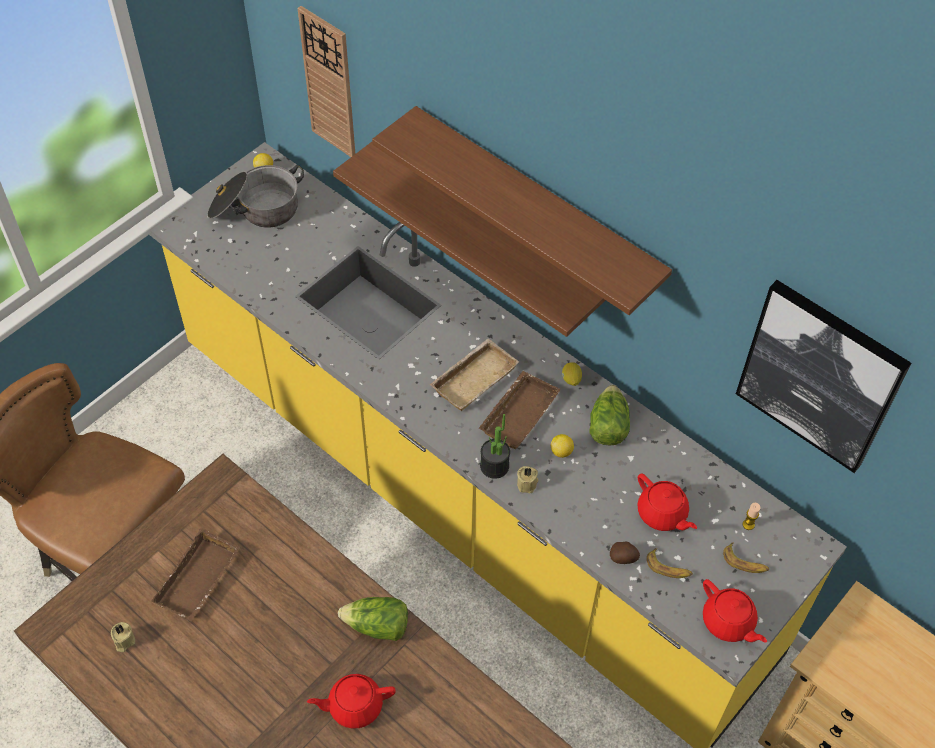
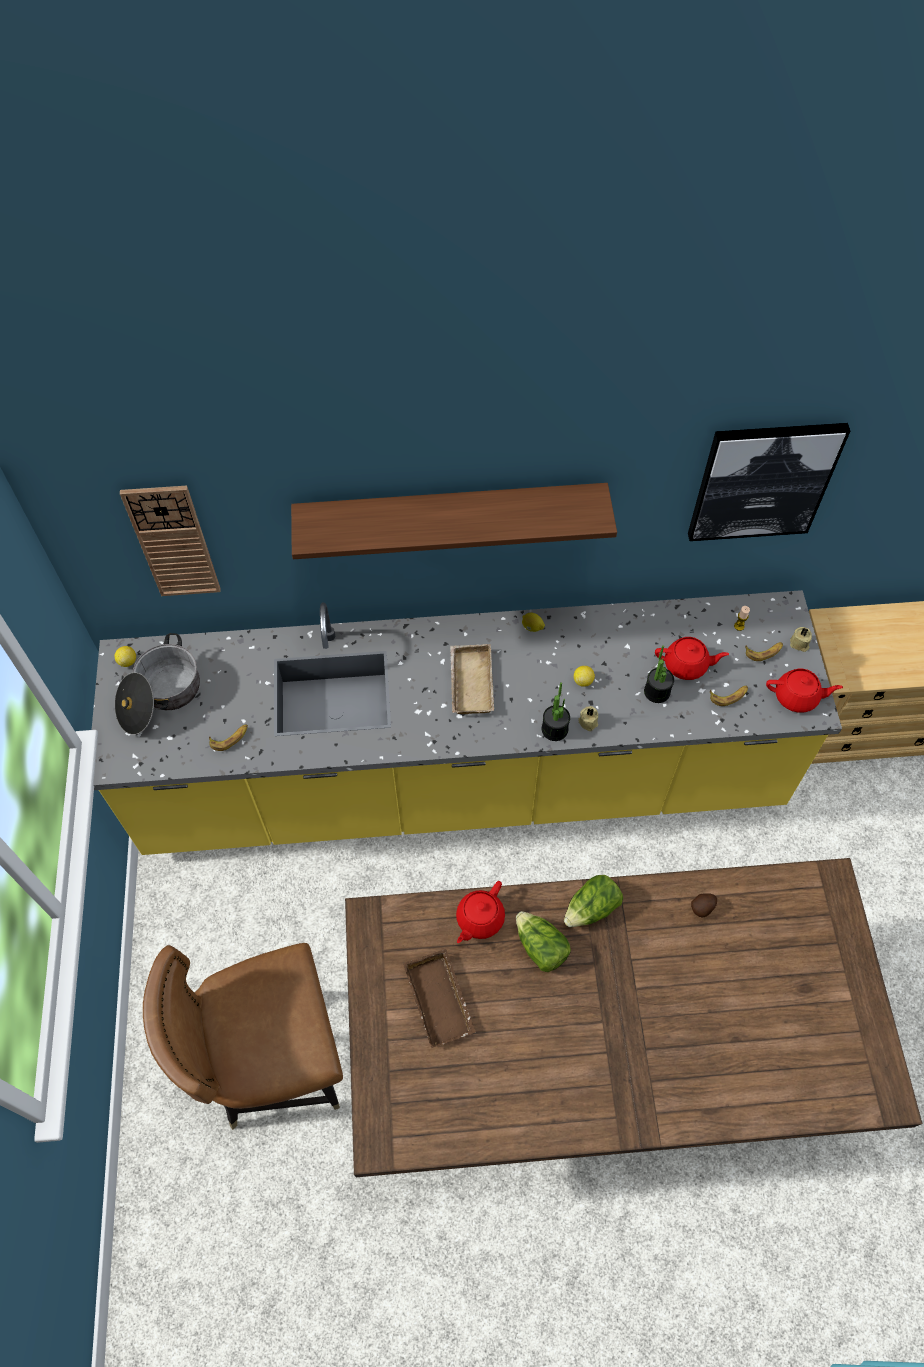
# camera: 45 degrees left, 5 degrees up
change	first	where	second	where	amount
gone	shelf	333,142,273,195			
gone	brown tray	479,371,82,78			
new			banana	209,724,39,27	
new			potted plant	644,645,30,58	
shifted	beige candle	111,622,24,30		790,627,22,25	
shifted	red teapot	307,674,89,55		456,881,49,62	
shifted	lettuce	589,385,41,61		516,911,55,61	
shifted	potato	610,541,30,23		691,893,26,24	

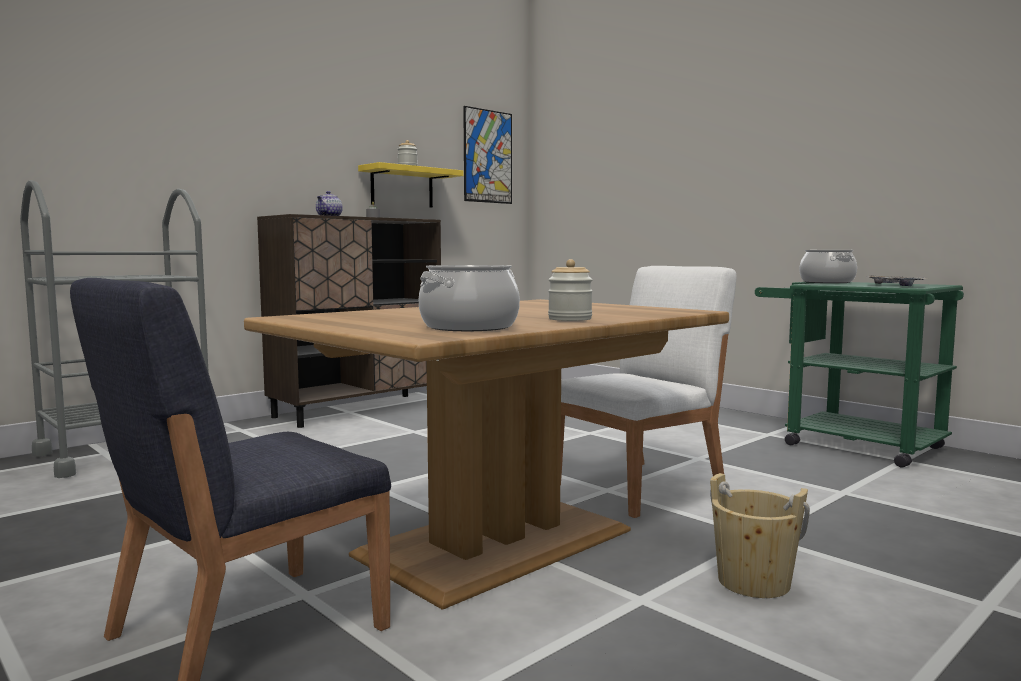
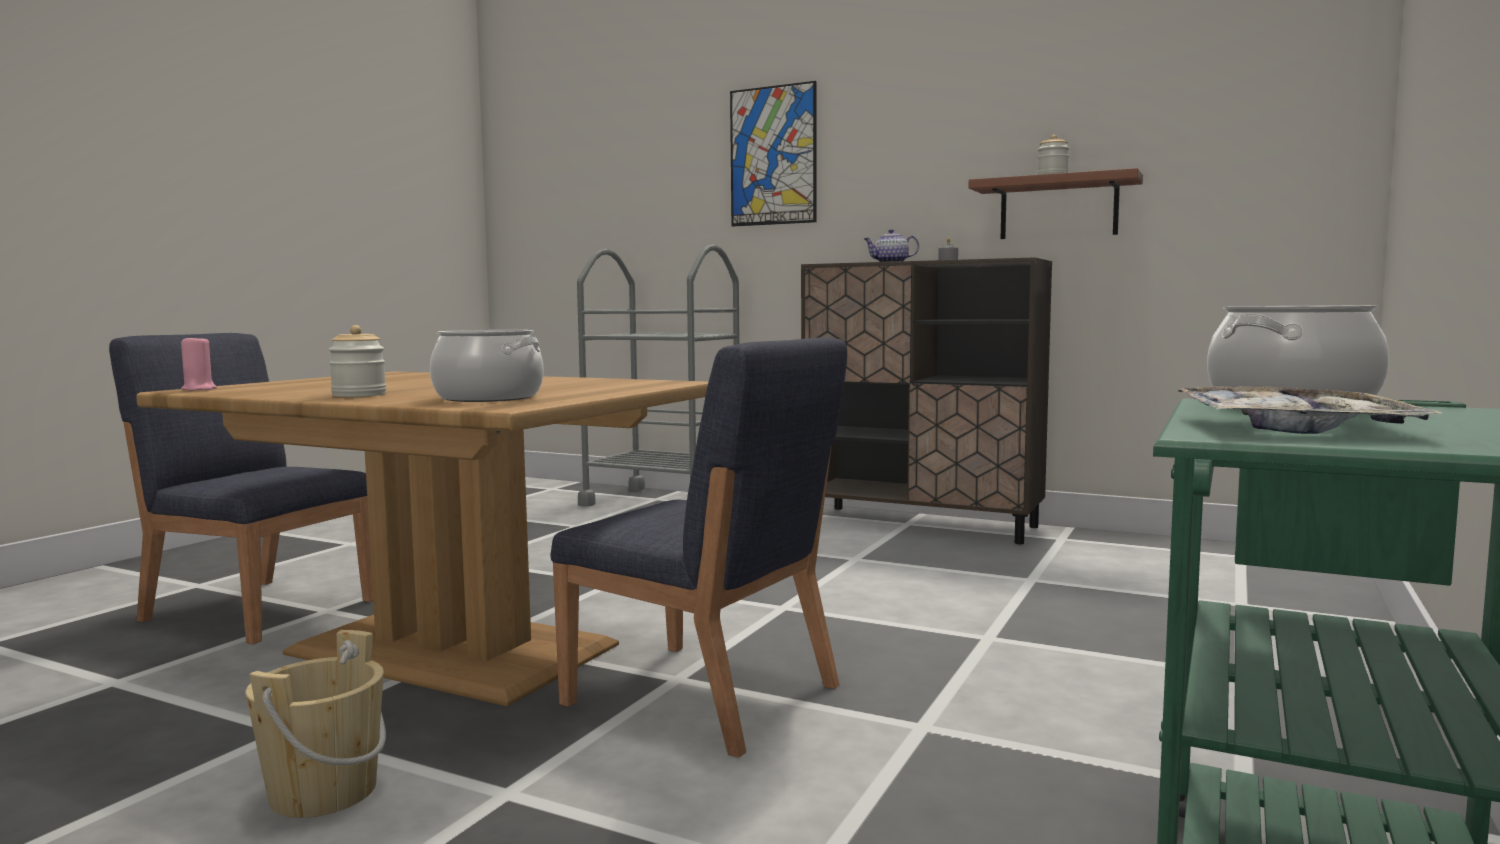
# camera: 70 degrees right, 0 degrees up
change	first	where	second	where	amount
new			pink candle	181,335,36,56	
shifted	cooking pot	419,265,101,66		430,330,114,72	
shifted	picture	463,106,49,98		730,81,86,146	
repainted	yellow shelf	358,162,106,46	brown shelf	969,168,174,71	
repainted	white chair	560,266,176,252	blue chair	550,337,297,421	

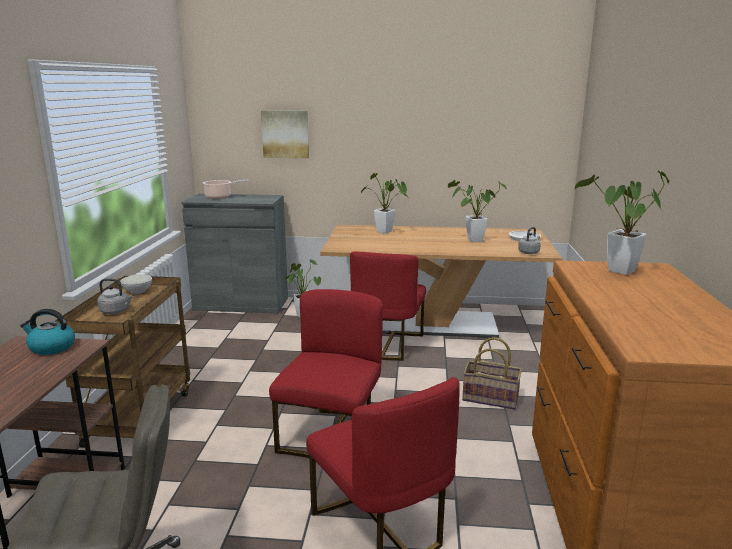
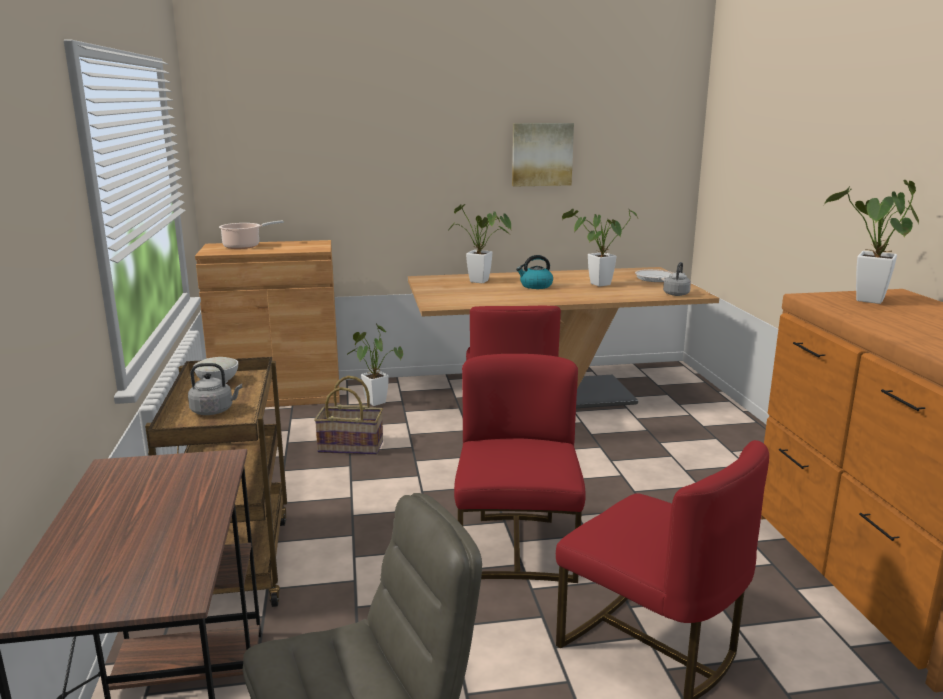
# camera: 15 degrees left, 0 degrees up
change	first	where	second	where	amount
shifted	kettle	20,309,55,46		516,255,37,34	
shifted	picture	261,110,48,48		512,123,62,64	
shifted	basket	462,337,60,73		314,376,69,79	
repainted	grey cabinet	182,194,106,119	brown cabinet	195,240,145,167	

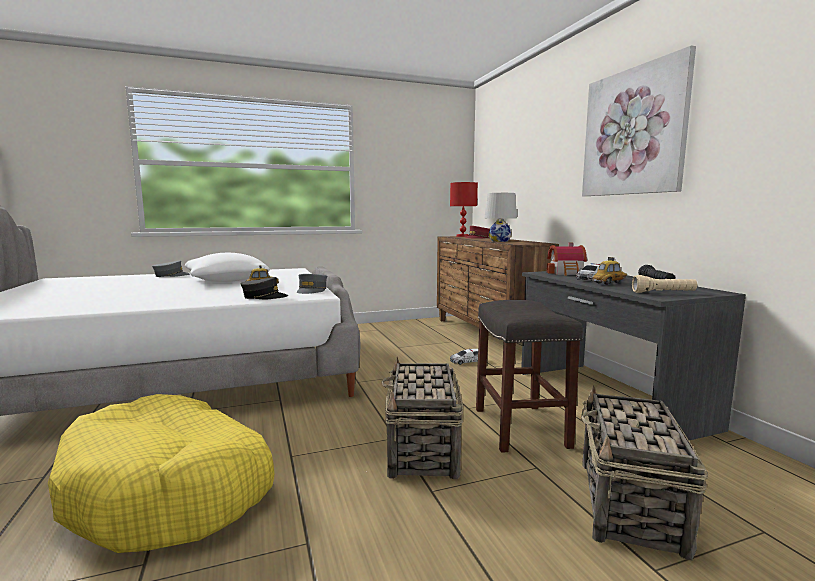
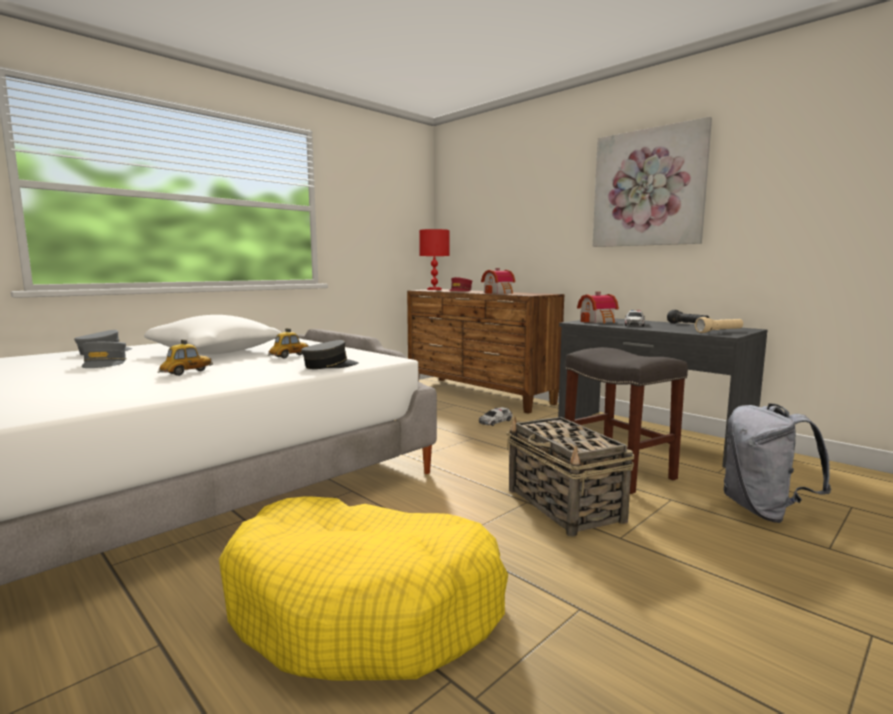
# camera: 25 degrees left, 0 degrees up
change	first	where	second	where	amount
shifted	grey cap	297,274,30,20		81,342,46,26	
shifted	toy car	591,257,36,28		158,339,55,37	
swapped	white table lamp	484,193,33,49	toy house	481,268,34,26	
swapped	basket	581,386,127,174	grey backpack	723,404,108,119	

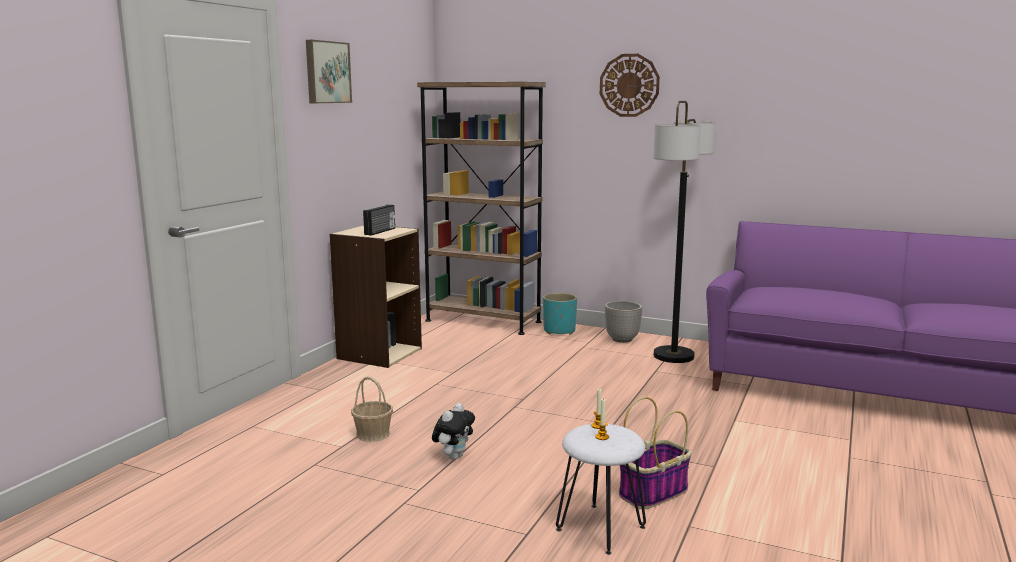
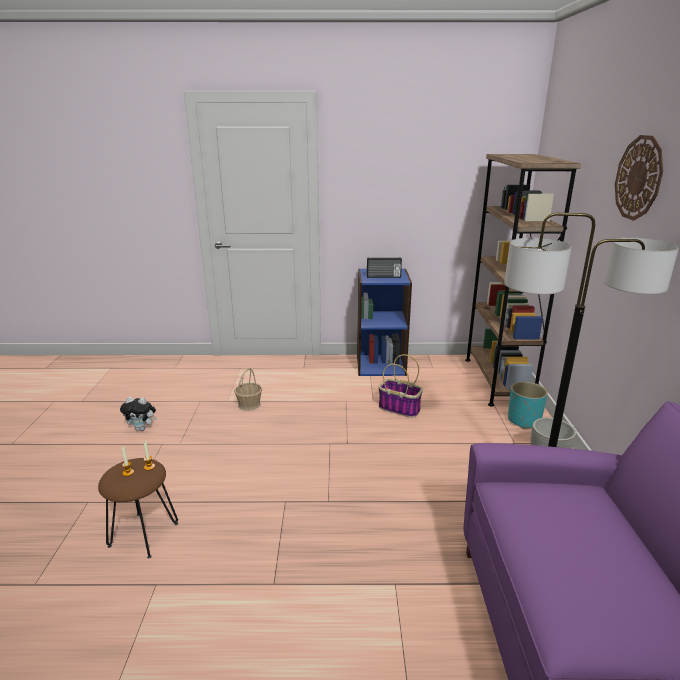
# camera: 65 degrees right, 10 degrees up
change	first	where	second	where	amount
gone	picture	306,40,46,63			
shifted	plush toy	432,403,43,57		120,397,37,34	
shifted	basket	619,397,73,112		378,354,45,64	
repainted	beige bookcase	330,225,92,143	blue bookcase	357,269,55,107	
repainted	white stool	556,424,90,131	brown stool	98,458,80,100	

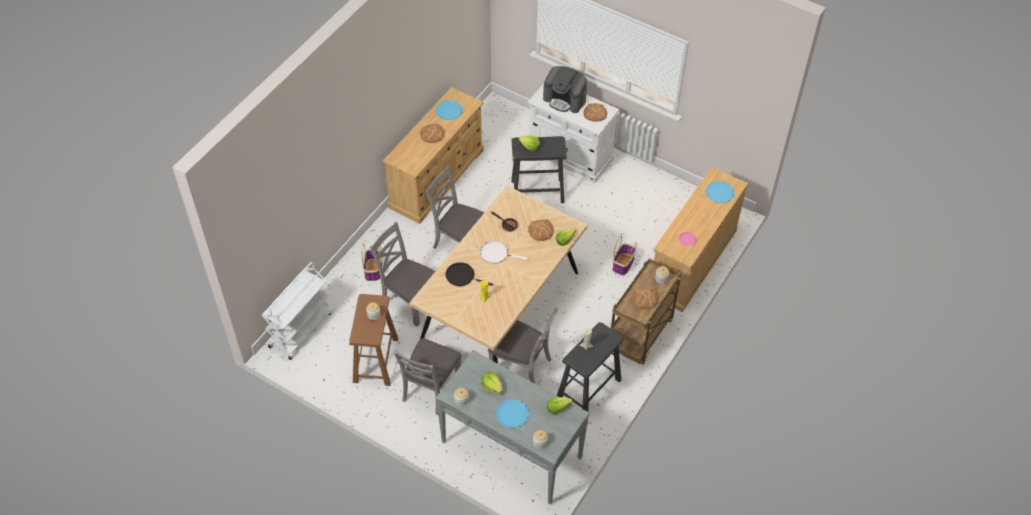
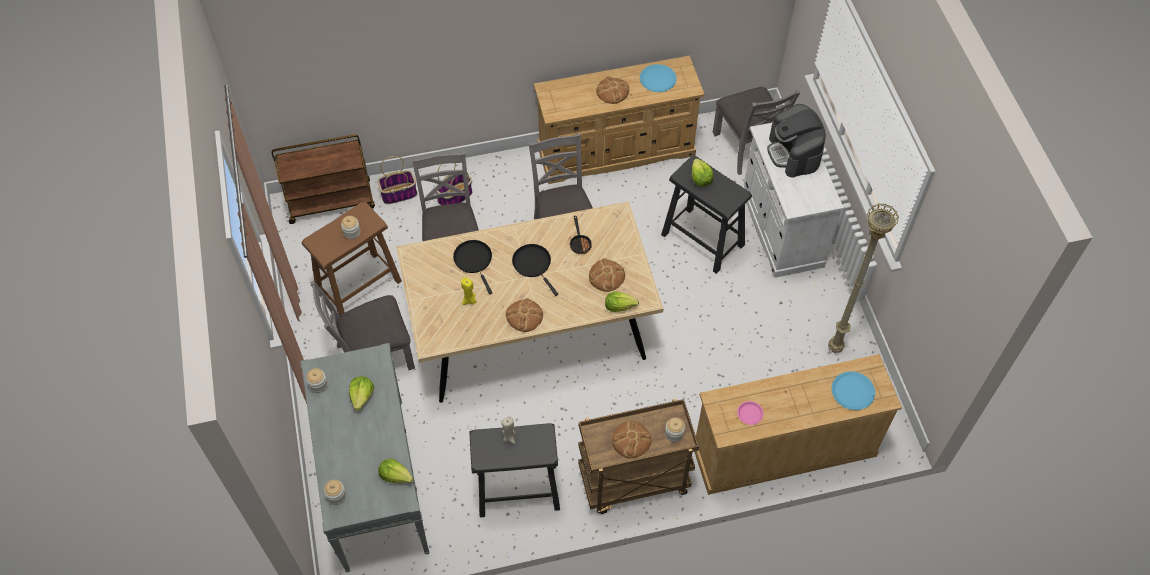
# camera: 45 degrees right, 5 degrees up
change	first	where	second	where	amount
gone	blue plate	496,399,33,29			
new			beige floor lamp	828,203,71,150	
shifted	grey chair	488,307,70,77		713,87,87,88	
shifted	bread	583,103,24,19		506,298,37,34	
shifted	basket	612,236,25,39		377,156,40,48	
repainted	white cart	261,262,72,98	brown cart	272,134,103,90	
repainted	white frying pan	480,241,48,23	black frying pan	512,244,46,52	

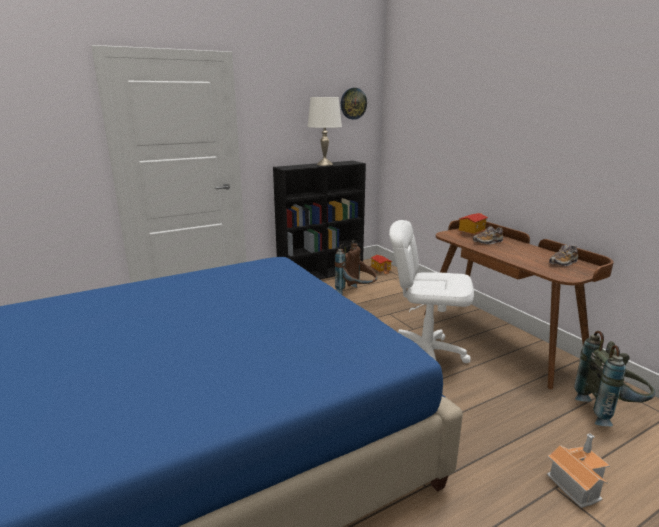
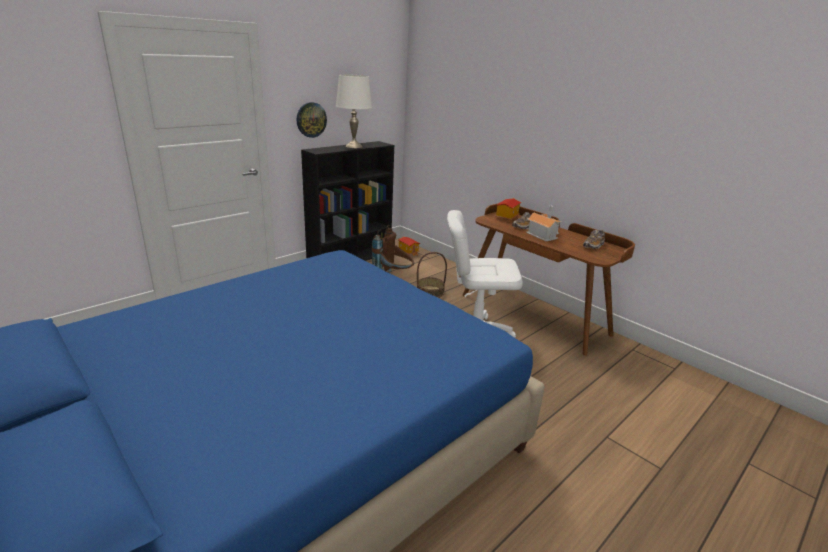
# camera: 15 degrees left, 5 degrees up
change	first	where	second	where	amount
gone	grey backpack	574,331,81,95			
new			basket	417,252,30,46	
shifted	wall clock	341,88,26,32		297,102,30,36	
shifted	toy house	547,433,63,75		526,206,36,35	

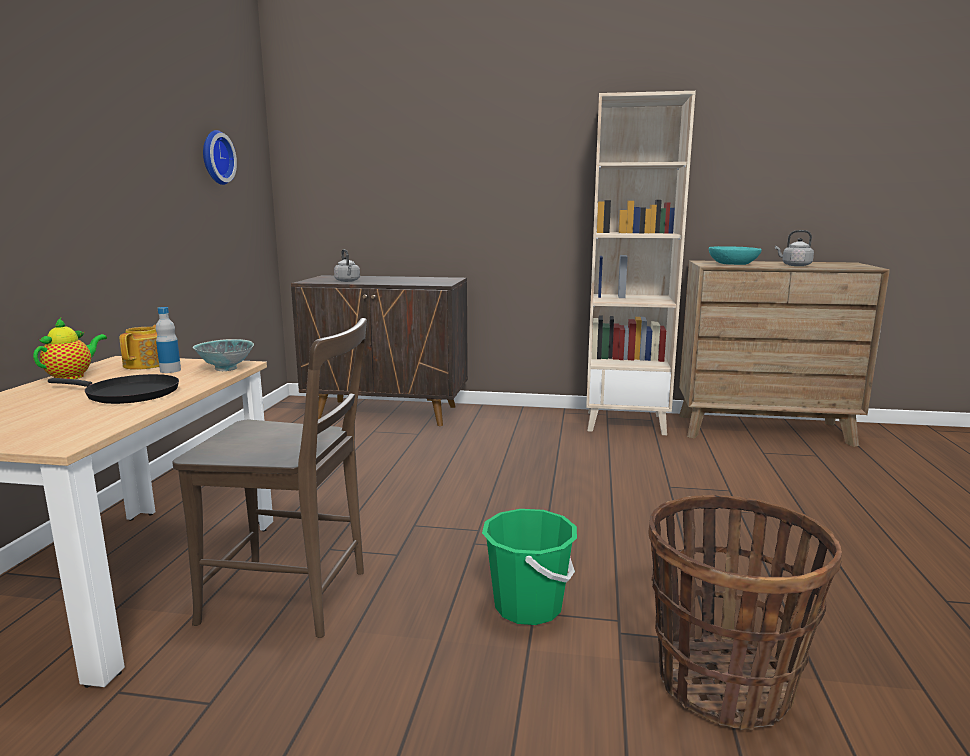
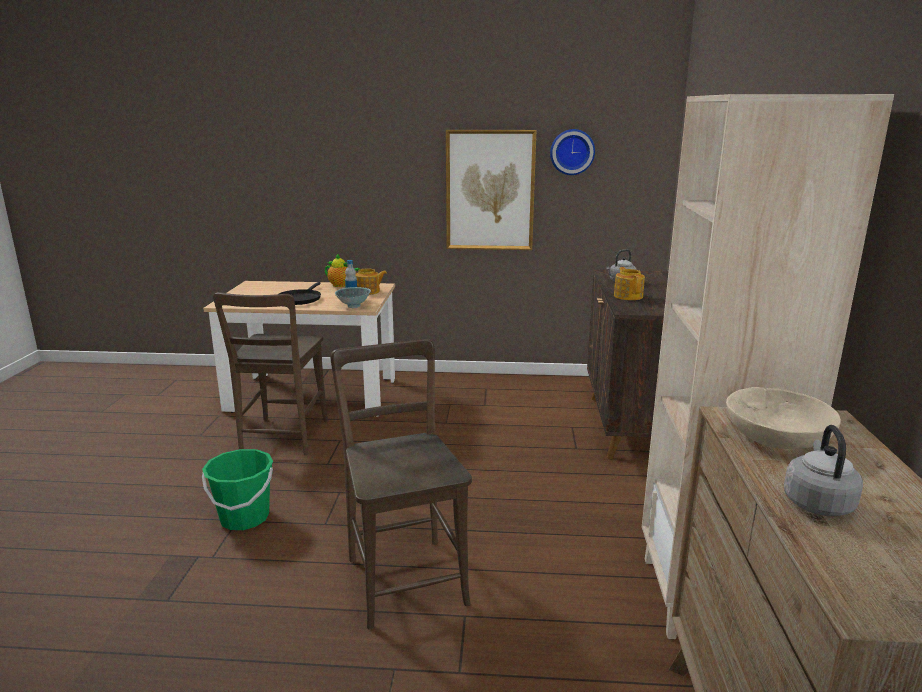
# camera: 85 degrees right, 5 degrees up
change	first	where	second	where	amount
gone	basket	648,495,194,235			
new			brown chair	331,339,141,291	
new			picture	446,130,91,120	
new			teapot	614,267,31,33	
repainted	turquoise bowl	709,246,53,19	beige bowl	726,387,115,62	

